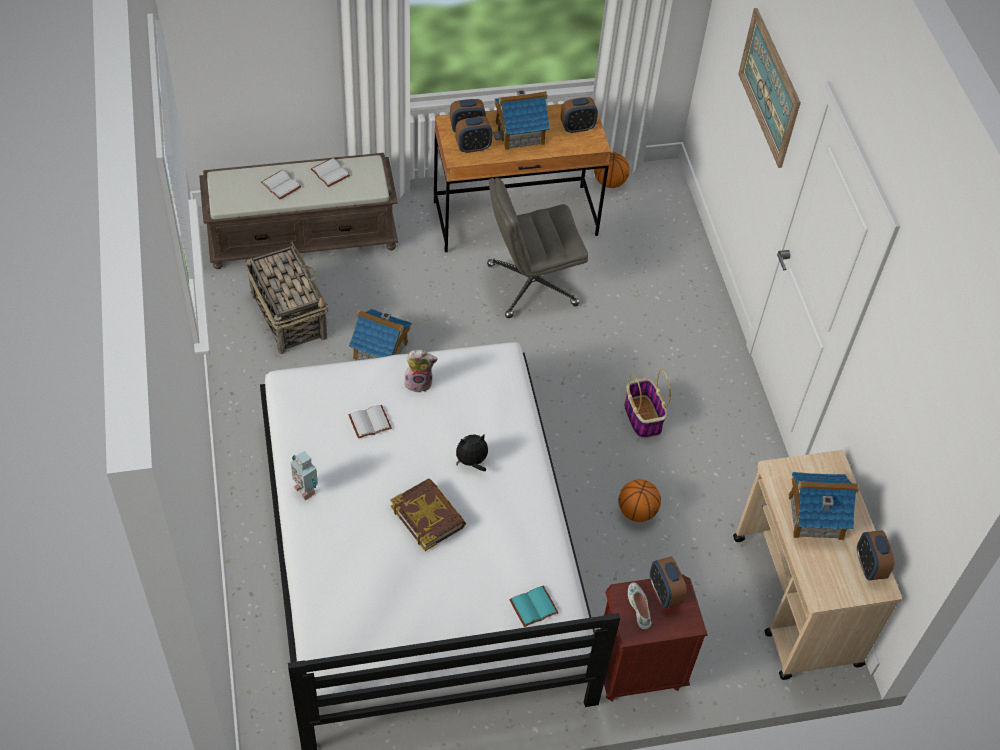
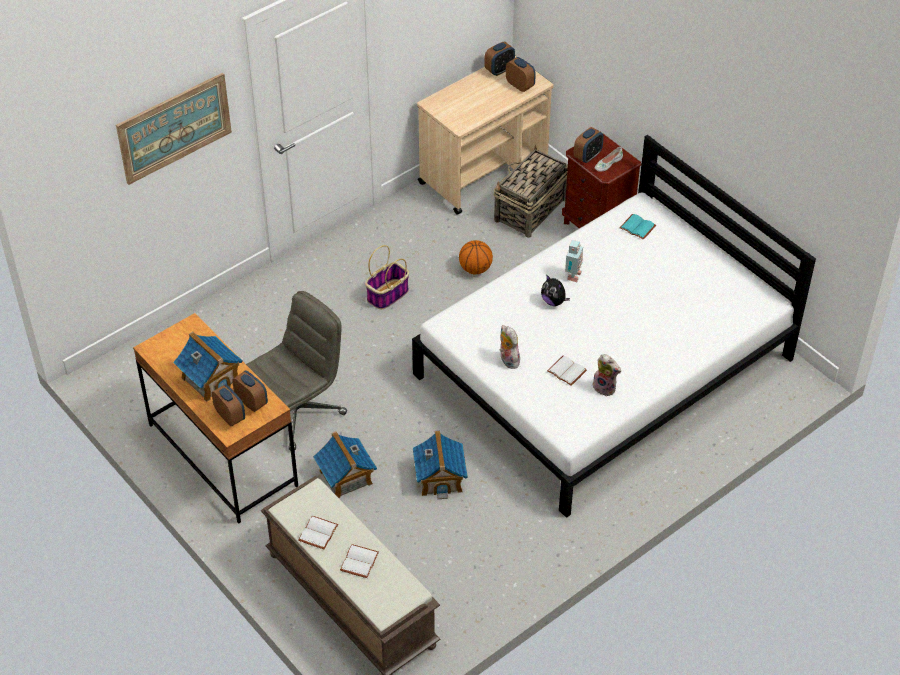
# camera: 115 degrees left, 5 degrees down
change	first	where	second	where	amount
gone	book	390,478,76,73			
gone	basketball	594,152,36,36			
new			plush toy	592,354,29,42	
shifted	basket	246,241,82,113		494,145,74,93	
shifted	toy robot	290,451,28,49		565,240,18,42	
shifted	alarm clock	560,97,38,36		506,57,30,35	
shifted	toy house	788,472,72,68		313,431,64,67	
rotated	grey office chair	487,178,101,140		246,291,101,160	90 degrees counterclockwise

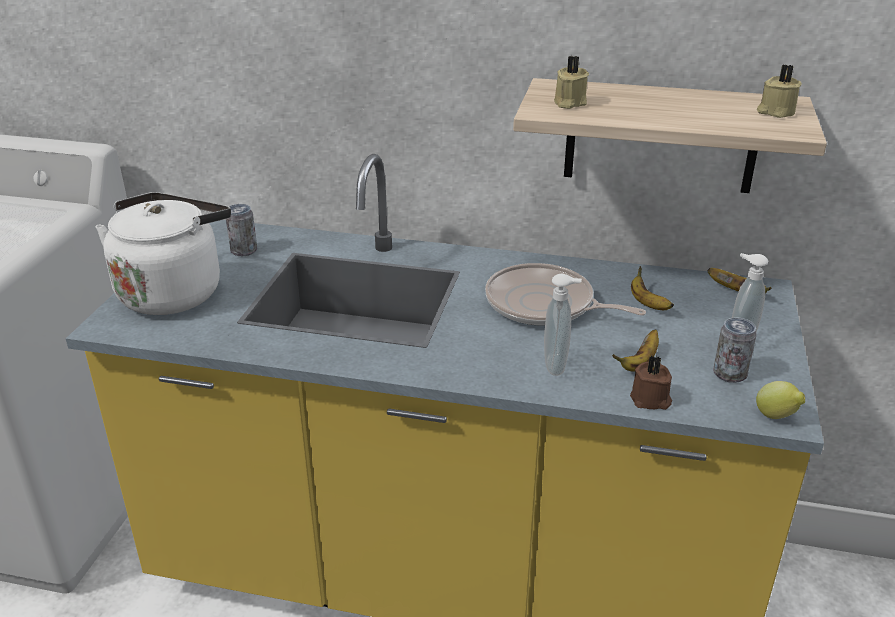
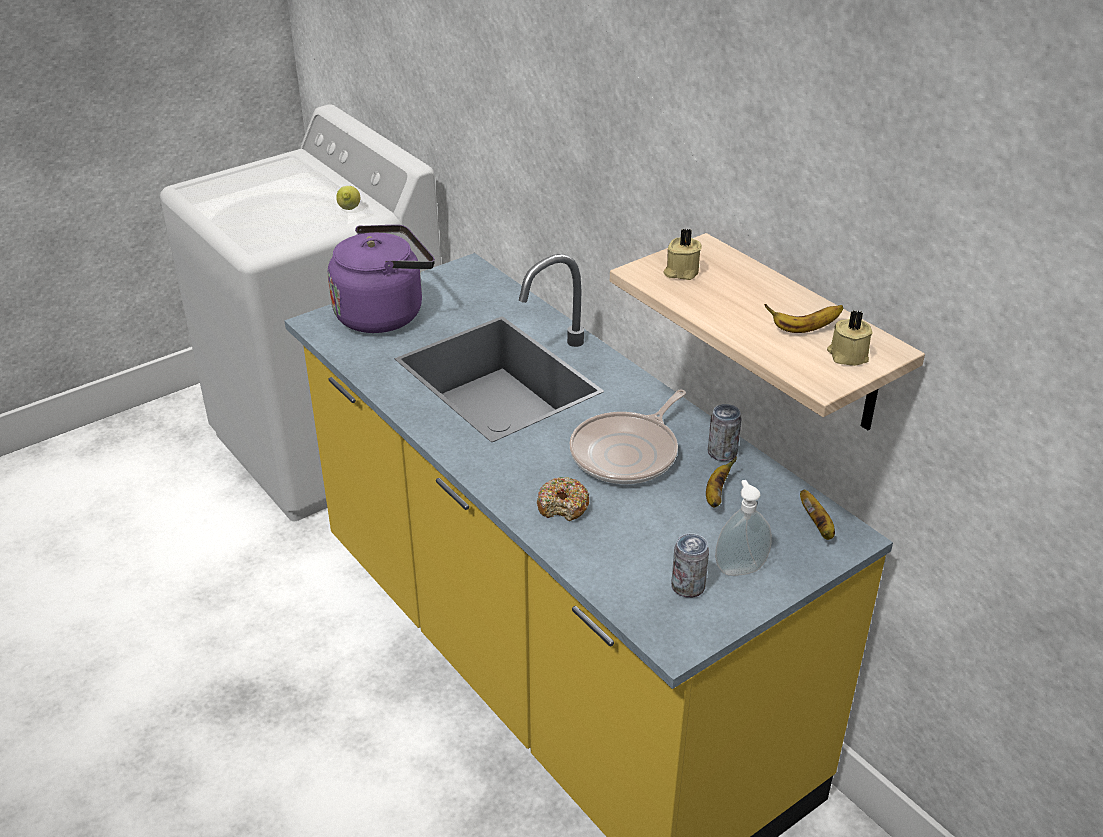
# camera: 40 degrees right, 5 degrees up
change	first	where	second	where	amount
gone	brown candle	630,356,42,54			
shifted	can	226,204,31,52		708,404,34,57	
shifted	banana	612,330,47,41		764,304,79,29	
shifted	lemon	756,381,49,38		336,186,25,24	
swapped	soap dispenser	544,274,38,102	donut	537,477,52,44	
repainted	white kettle	95,192,136,123	purple kettle	328,225,107,108	
rotated	frying pan	485,263,161,63		570,389,116,95	120 degrees counterclockwise

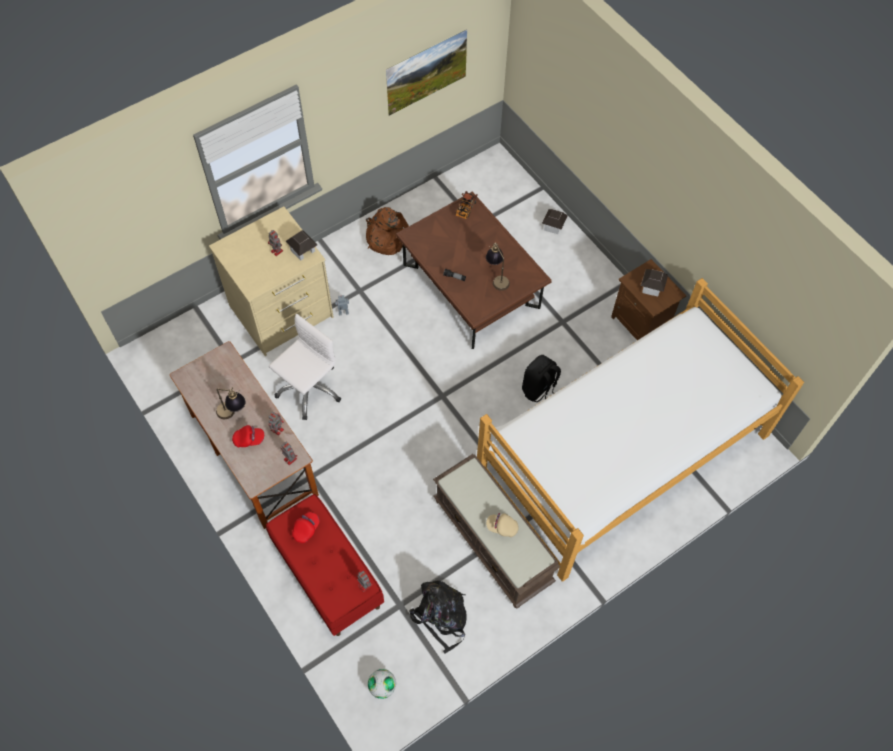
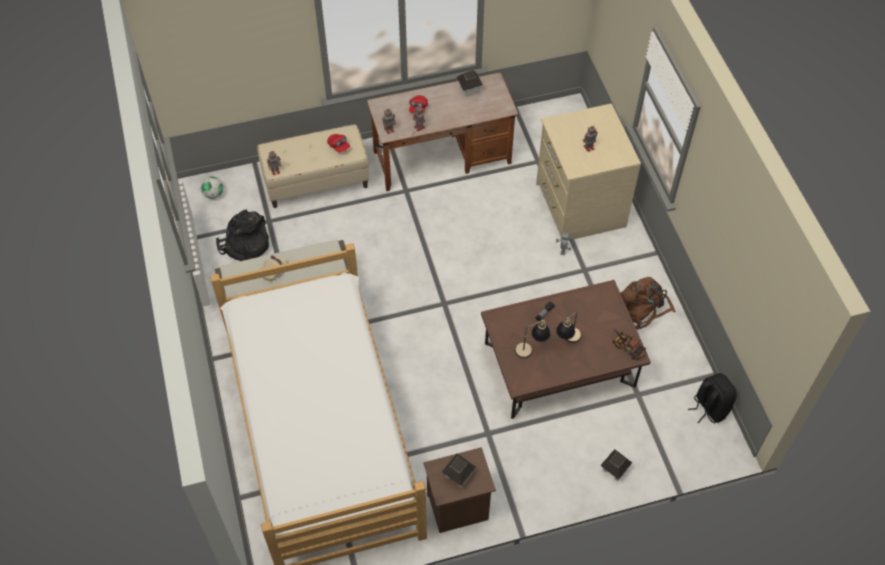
# camera: 110 degrees right, 5 degrees down
change	first	where	second	where	amount
gone	white office chair	269,314,72,106			
gone	picture	386,29,81,87			
shifted	table lamp	216,387,30,32		556,312,25,31	
shifted	toy house	286,230,31,30		457,70,26,27	
shifted	black backpack	522,355,39,47		688,373,49,51	
repainted	red bench	266,494,118,142	beige bench	257,124,113,84	

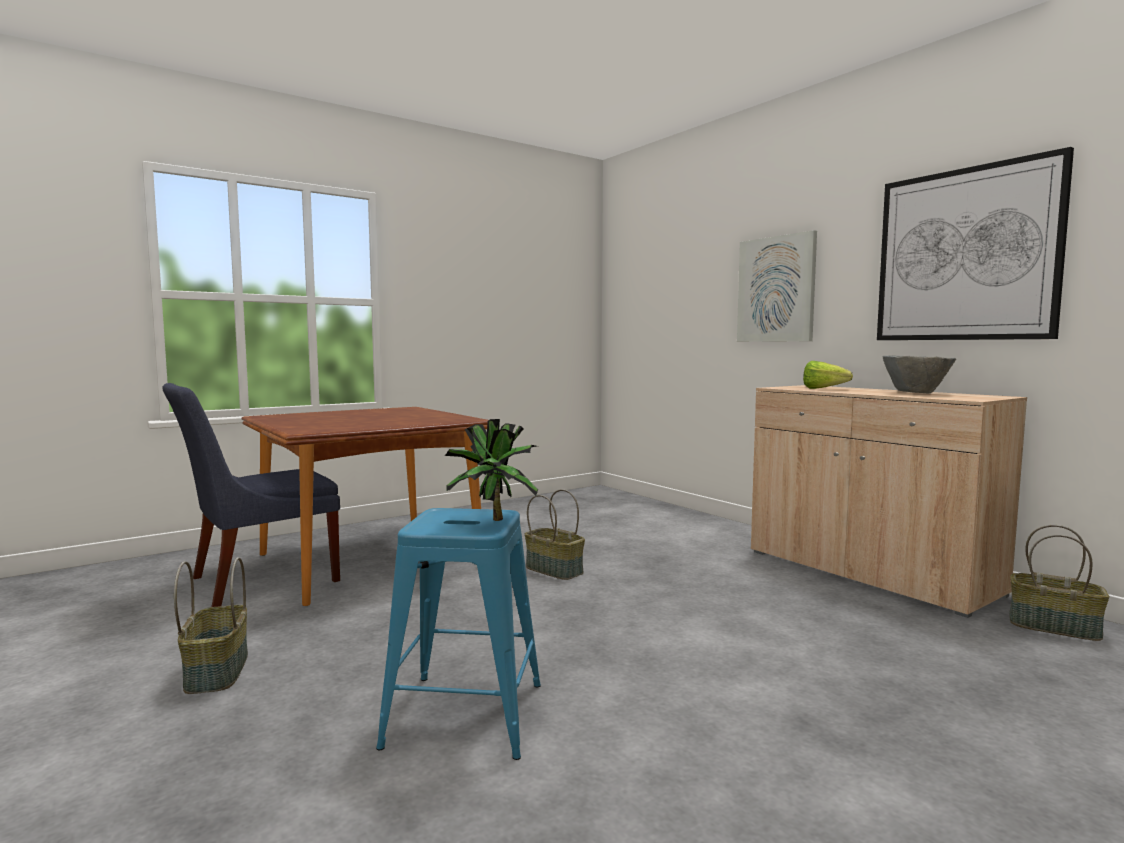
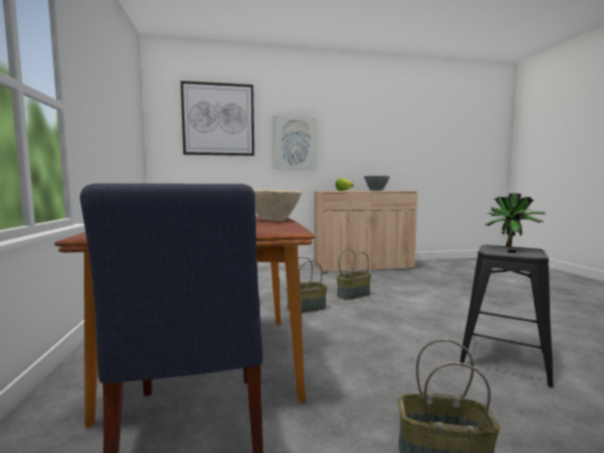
# camera: 65 degrees left, 0 degrees up
change	first	where	second	where	amount
new			beige bowl	254,189,48,32	
shifted	picture	877,147,197,193		181,81,73,75	
shifted	basket	1009,525,100,116		337,249,34,51	
repainted	blue stool	376,508,165,252	black stool	460,245,94,142	

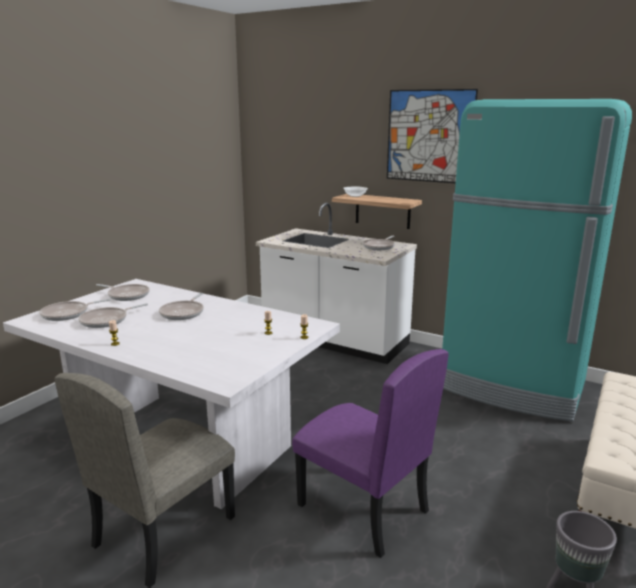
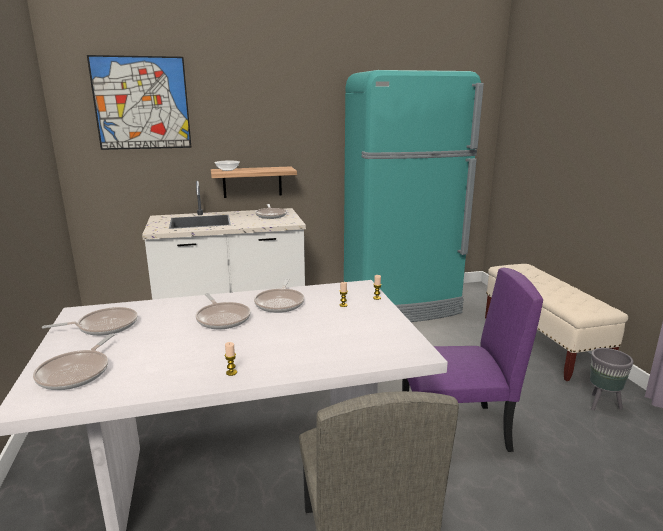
# camera: 45 degrees left, 0 degrees up
change	first	where	second	where	amount
shifted	frying pan	78,303,70,25		254,279,50,34	
shifted	picture	387,89,91,94		87,55,105,95	

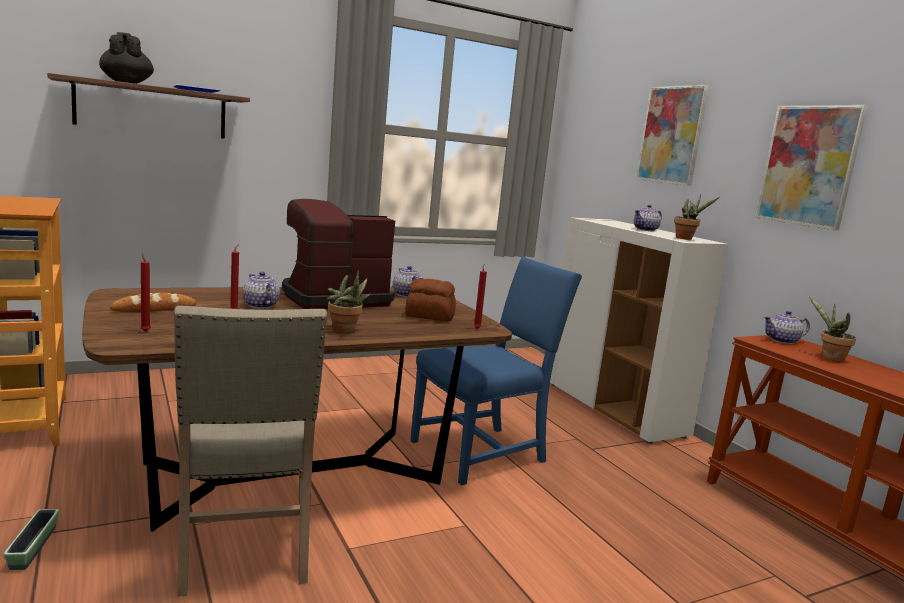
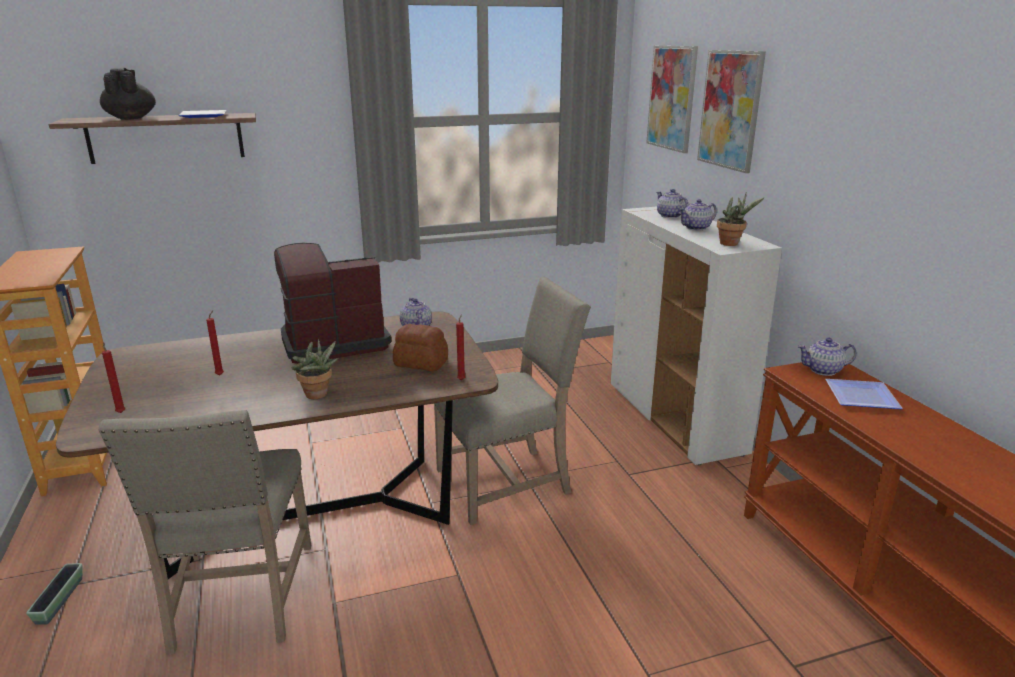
# camera: 10 degrees right, 10 degrees up
change	first	where	second	where	amount
gone	bread	110,293,86,19			
shifted	teapot	243,272,37,37		656,189,33,29	
shifted	picture	755,105,113,126		646,46,52,107	
swapped	potted plant	809,297,47,65	plate	825,379,78,30	
repainted	blue chair	410,257,172,228	beige chair	434,277,157,248	

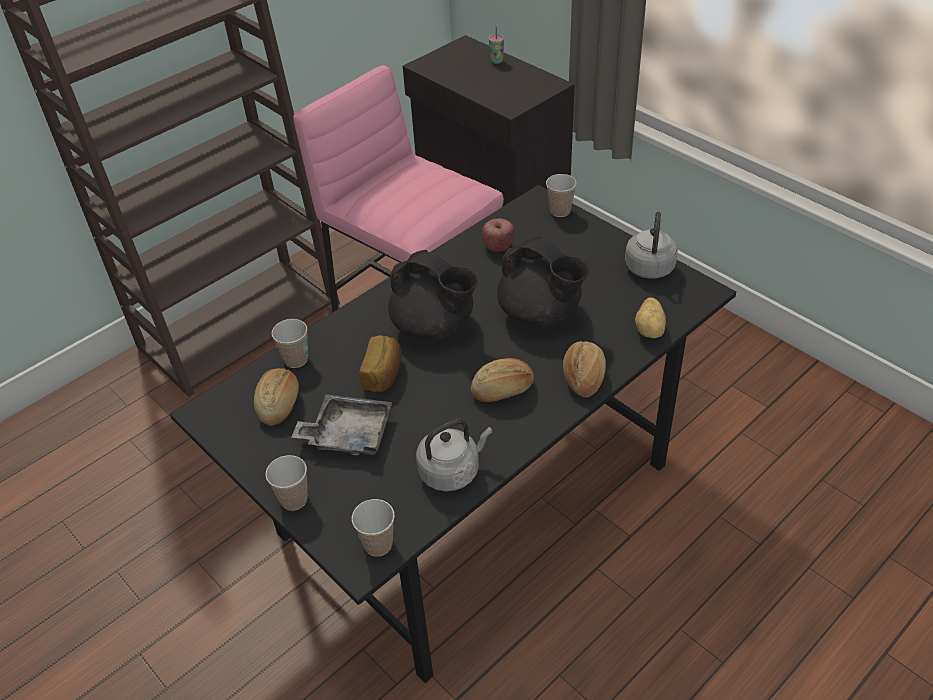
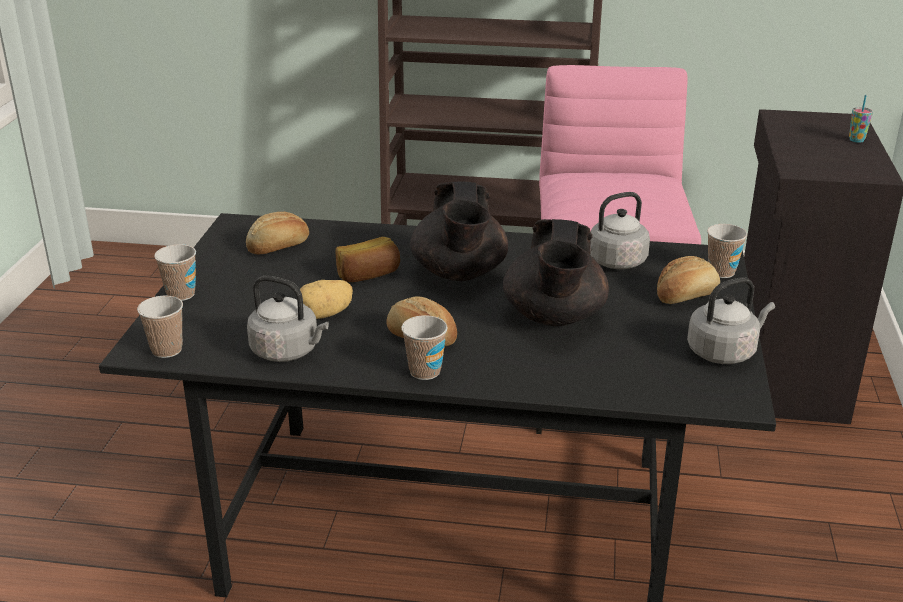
# camera: 50 degrees right, 15 degrees down
change	first	where	second	where	amount
gone	grey tray	291,394,101,62			
shifted	cup	271,319,37,49		401,315,47,65	
shifted	bread	563,341,43,57		657,256,63,48	
shifted	potato	635,297,31,41		300,280,53,39	
swapped	apple	482,219,33,33	grey kettle	590,192,60,77	

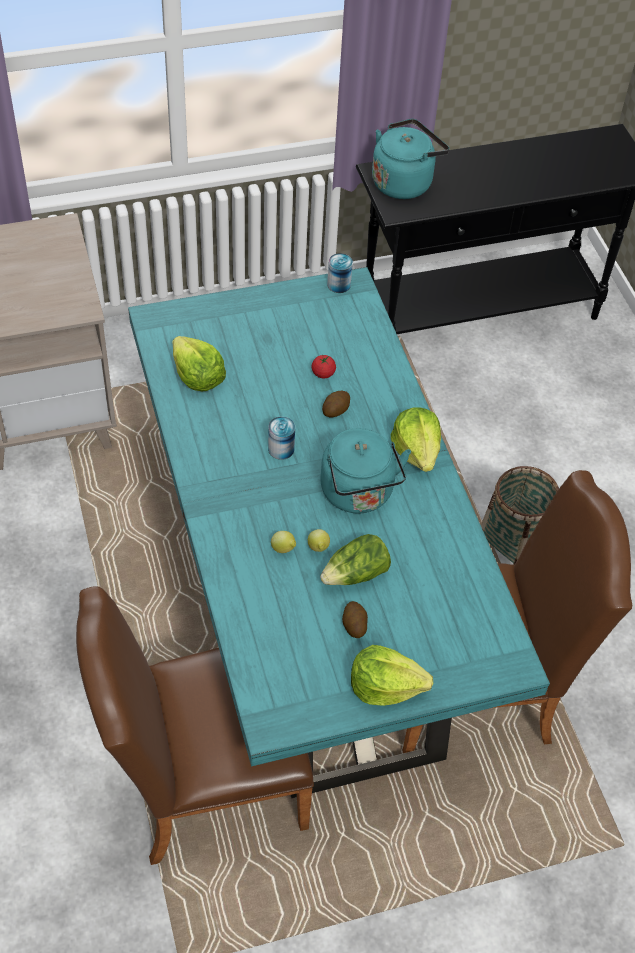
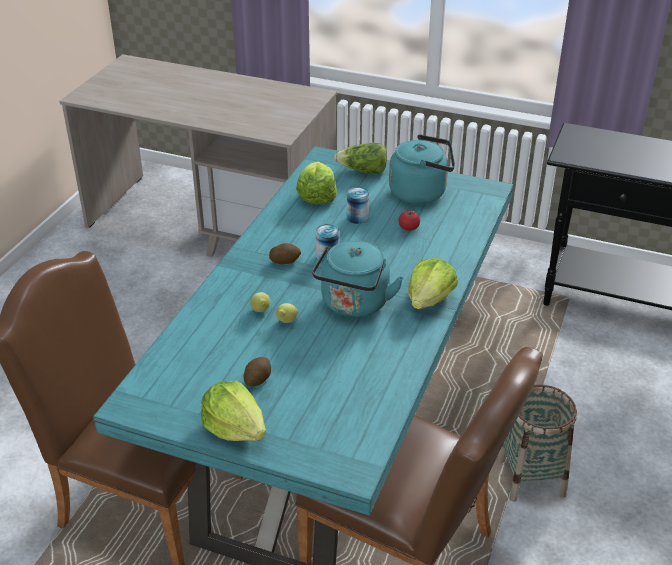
# camera: 40 degrees right, 15 degrees down
change	first	where	second	where	amount
shifted	lettuce	320,534,71,51		334,143,53,31	
shifted	potato	322,391,28,26		269,243,32,21	
shifted	can	327,253,26,40		347,187,22,37	
shifted	turquoise kettle	372,119,78,80		389,134,66,70	

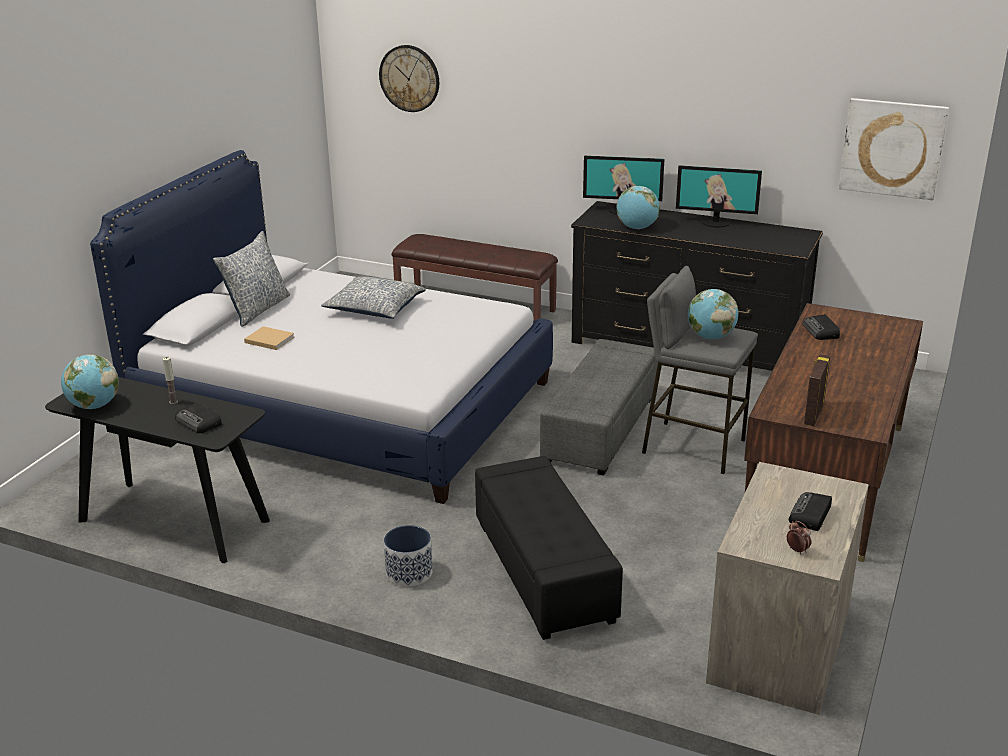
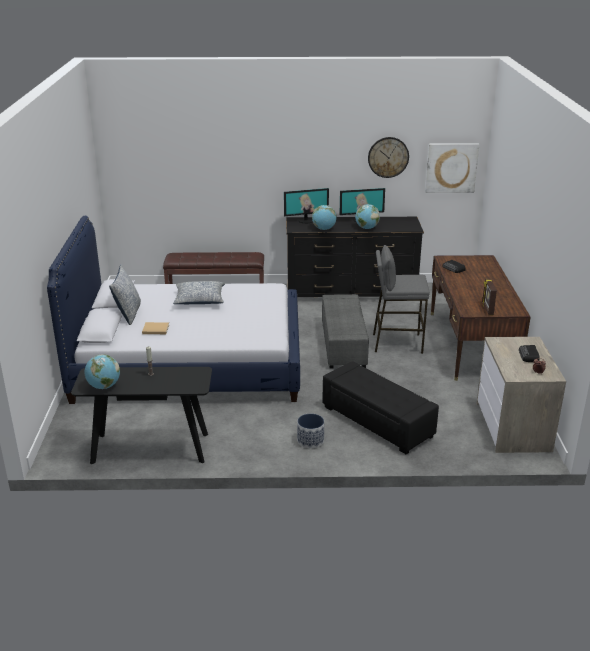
# camera: 25 degrees left, 0 degrees up
change	first	where	second	where	amount
gone	radio	175,402,47,31			
shifted	wall clock	379,45,60,67		368,137,41,41	
shifted	globe	688,289,50,50		355,204,25,25	

